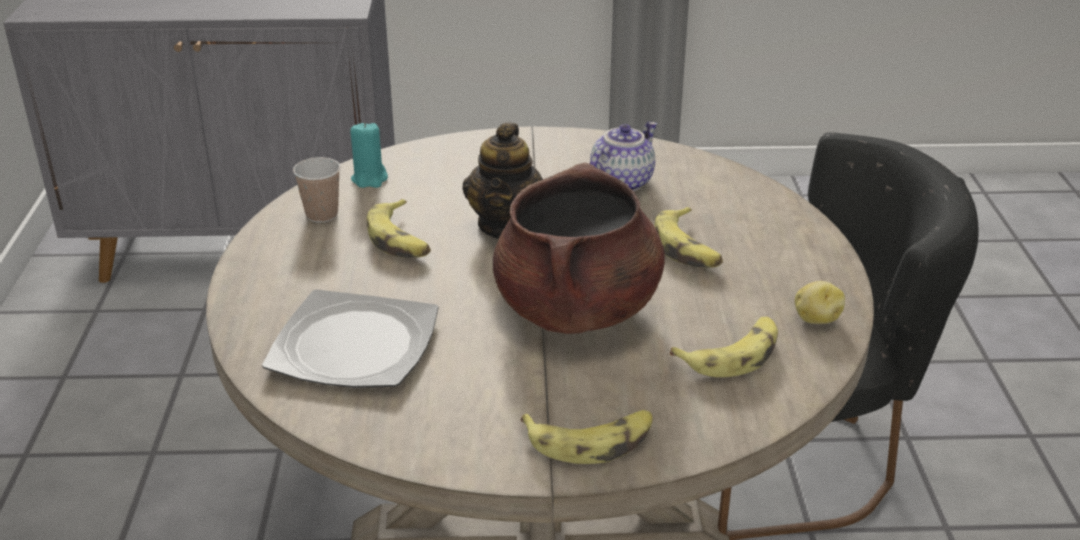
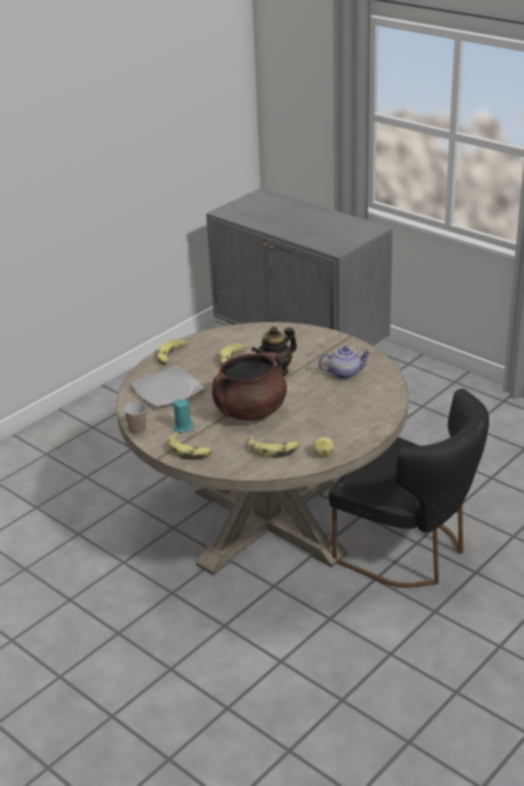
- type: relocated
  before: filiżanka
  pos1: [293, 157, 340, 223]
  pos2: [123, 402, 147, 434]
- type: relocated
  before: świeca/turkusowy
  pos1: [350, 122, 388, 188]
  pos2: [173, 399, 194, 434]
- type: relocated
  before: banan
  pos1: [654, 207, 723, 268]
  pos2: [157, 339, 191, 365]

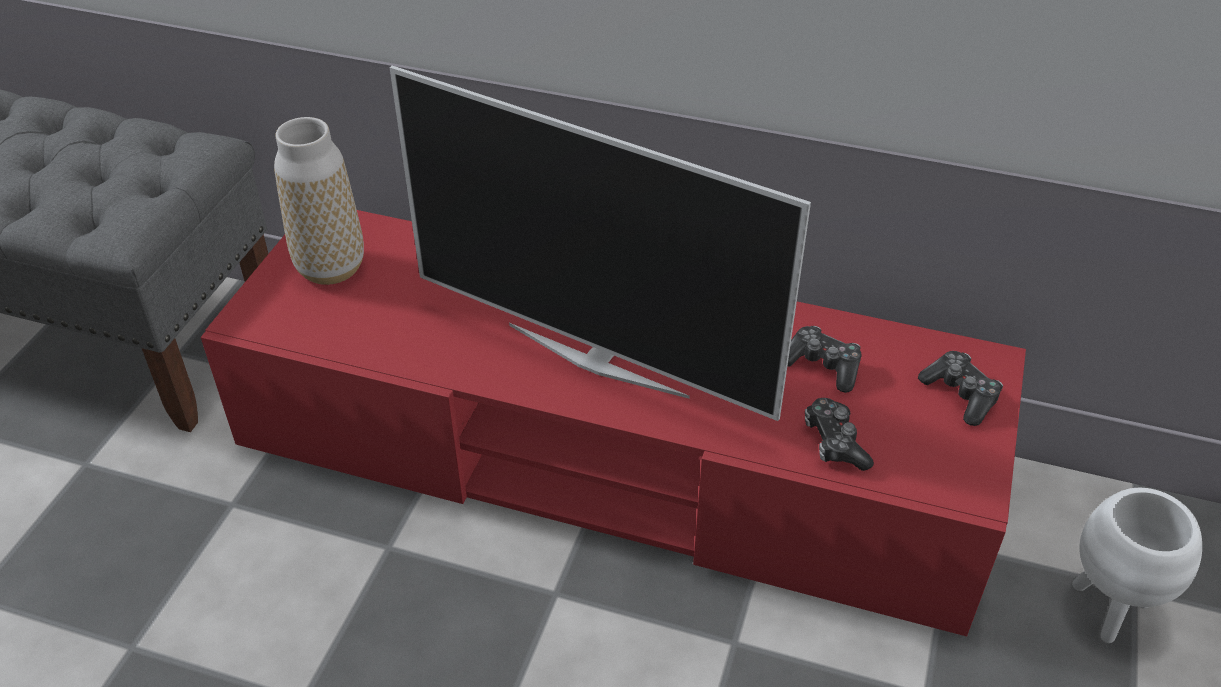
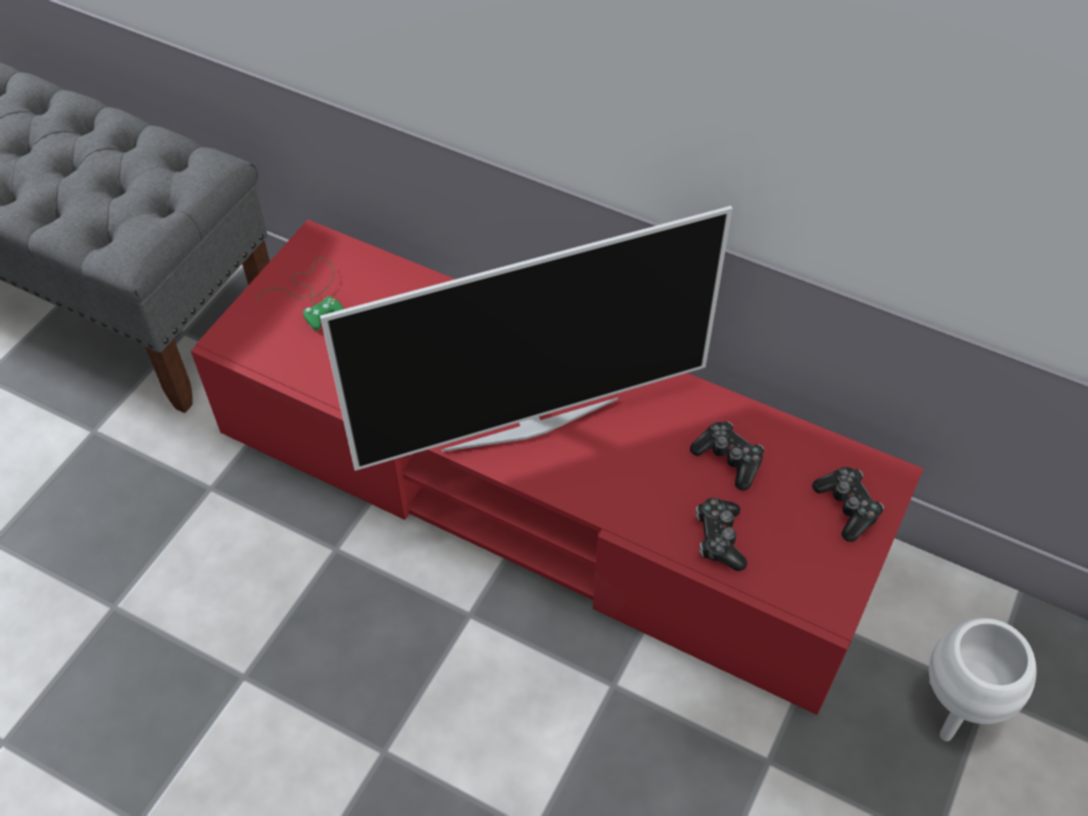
- type: exchanged
  before: wazon
  after: pad do gier/zielony
  pos1: [274, 117, 364, 285]
  pos2: [256, 258, 344, 331]
- type: spun
  before: telewizor
  pos1: [389, 66, 811, 421]
  pos2: [320, 206, 733, 471]
  turn: -60

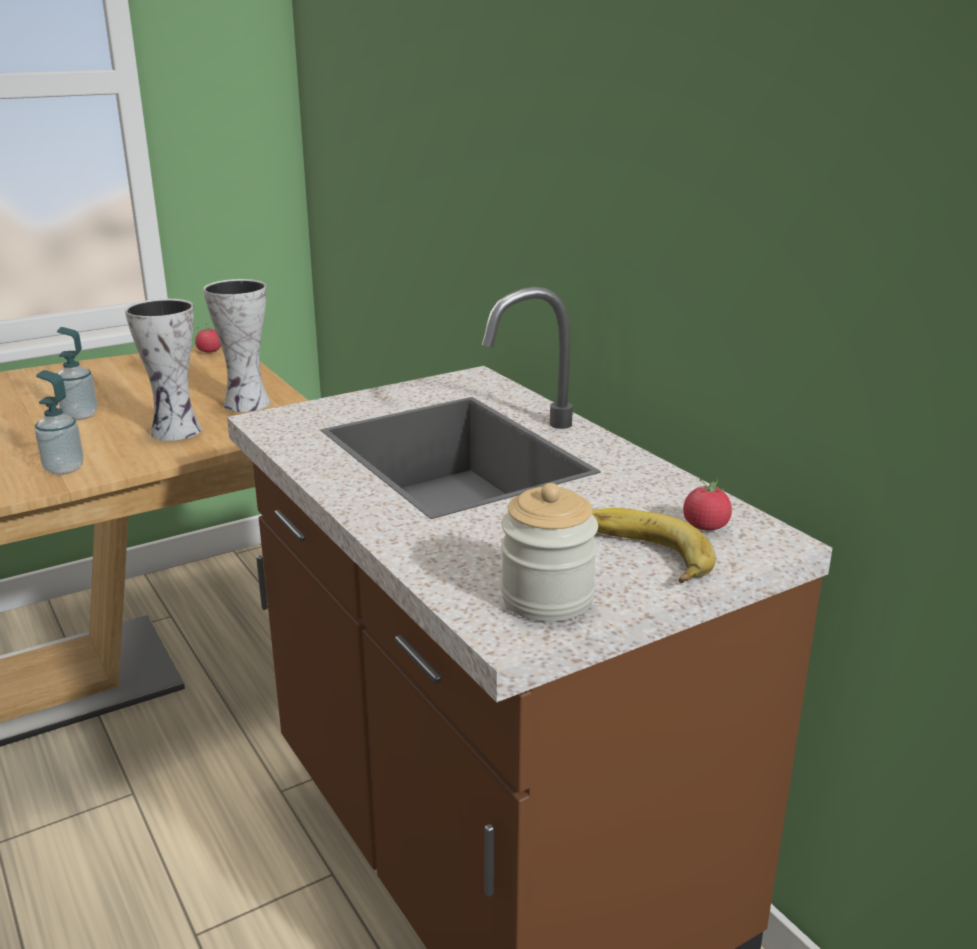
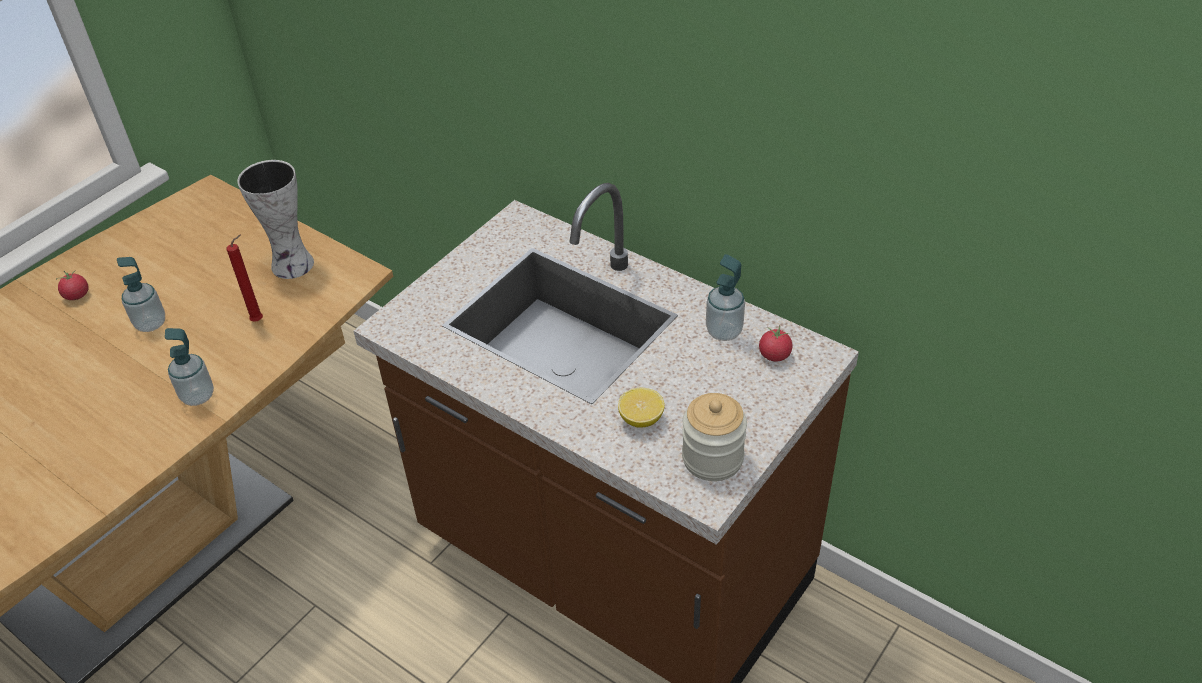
- type: exchanged
  before: wazon
  after: świeca/czerwony
  pos1: [125, 299, 202, 441]
  pos2: [226, 234, 263, 322]
- type: relocated
  before: pomidor
  pos1: [195, 324, 221, 353]
  pos2: [58, 270, 89, 300]
- type: missing
  before: banan
  pos1: [592, 508, 716, 584]
- type: appeared
  after: cytryna
  pos2: [618, 388, 665, 428]
- type: appeared
  after: dozownik mydła
  pos2: [706, 254, 745, 341]

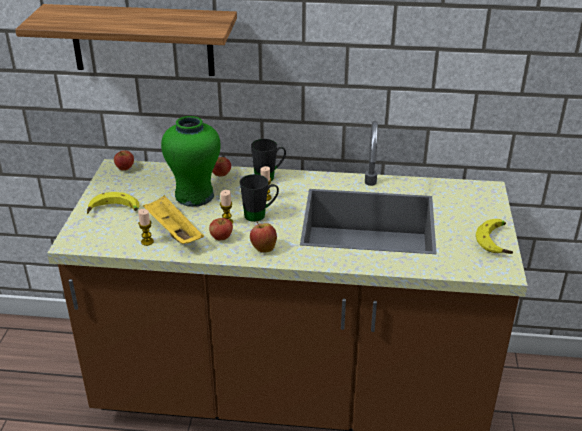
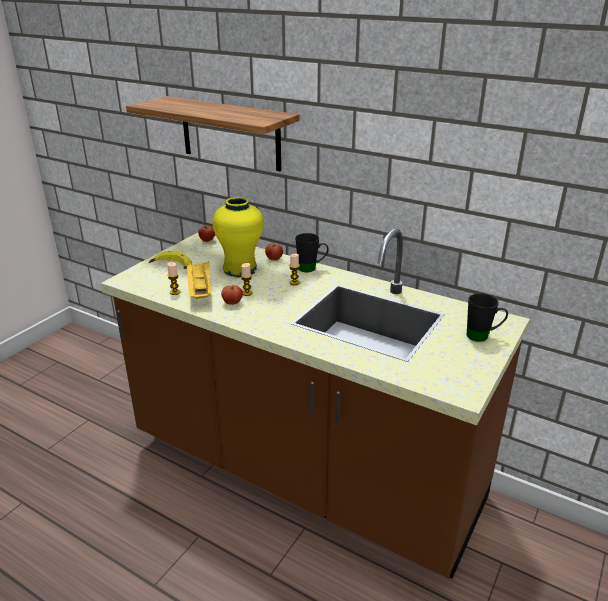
- type: colour
  before: wazon/zielony
  after: wazon/żółty
  pos1: [161, 116, 220, 207]
  pos2: [212, 197, 264, 277]
- type: relocated
  before: kubek/czarny
  pos1: [240, 174, 279, 222]
  pos2: [467, 294, 508, 342]
- type: missing
  before: jabłko
  pos1: [250, 221, 277, 253]
- type: missing
  before: banan
  pos1: [476, 219, 513, 254]

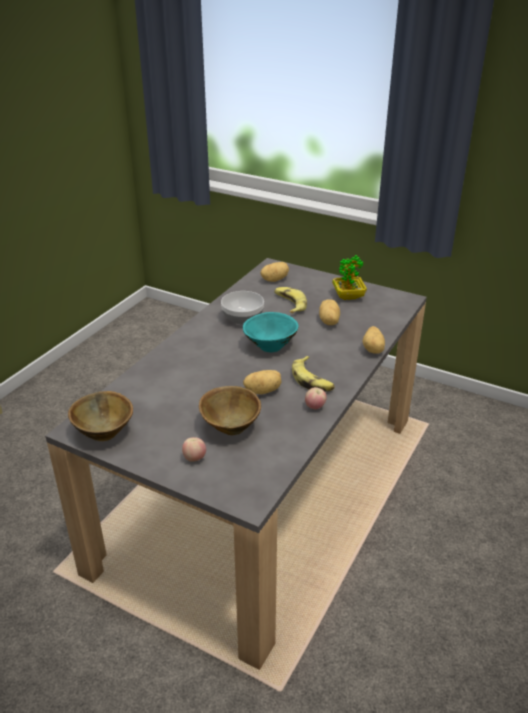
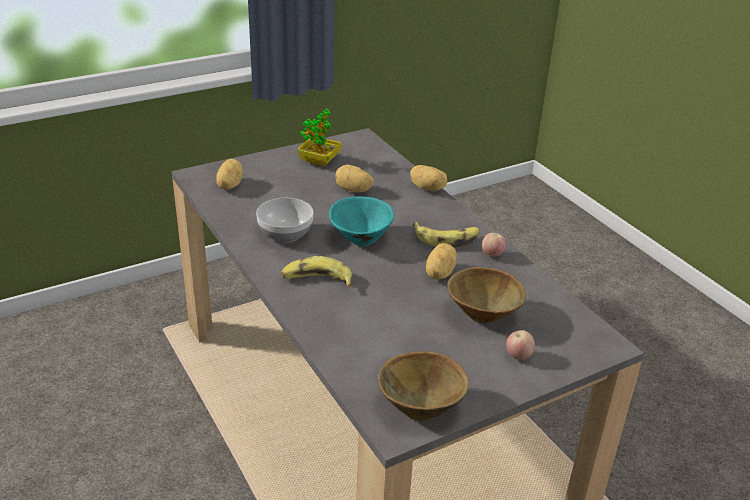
- type: relocated
  before: banan
  pos1: [274, 287, 307, 313]
  pos2: [281, 256, 352, 287]

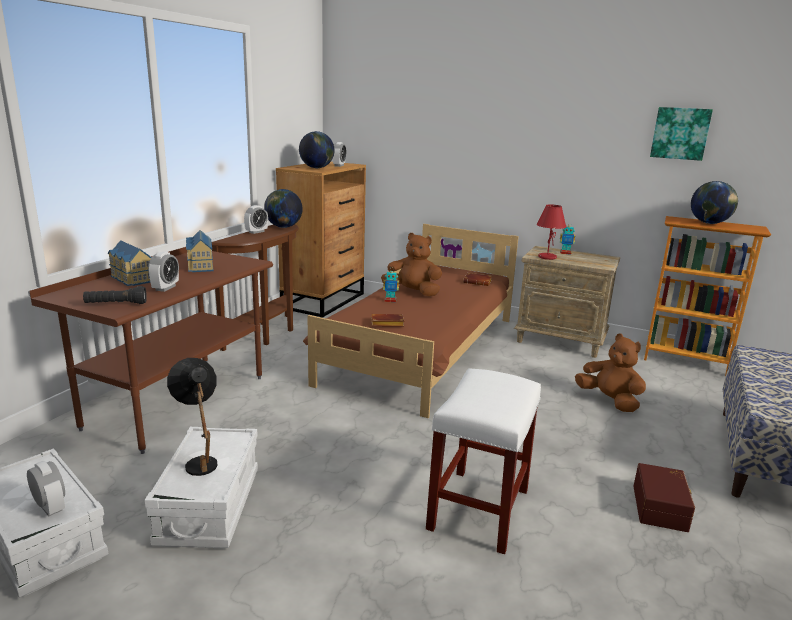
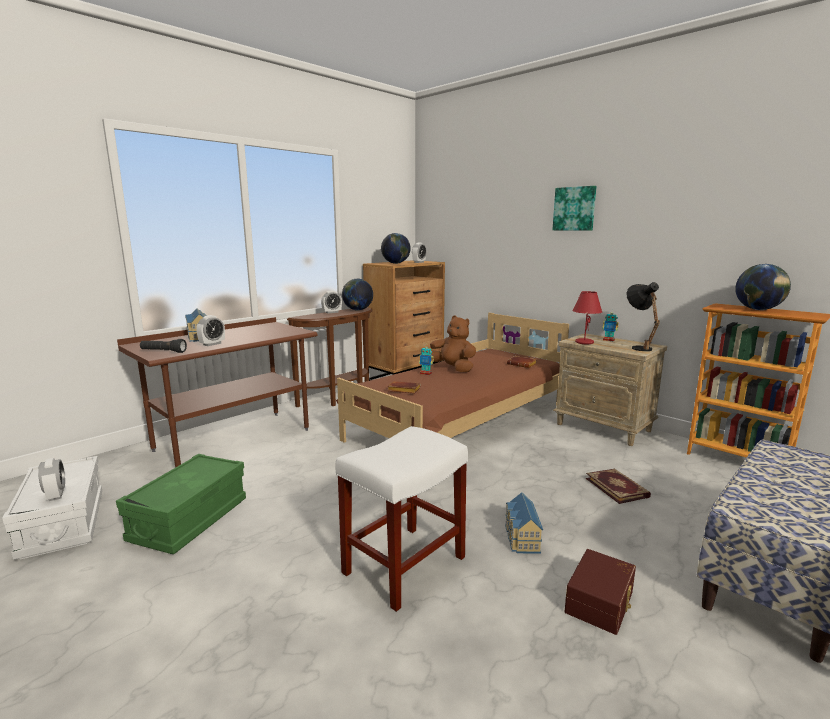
- type: colour
  before: pojemnik do przechowywania/biały
  after: pojemnik do przechowywania/zielony
  pos1: [145, 427, 258, 548]
  pos2: [116, 454, 246, 554]
- type: relocated
  before: lampa stołowa/czarny
  pos1: [167, 358, 218, 476]
  pos2: [627, 282, 660, 351]
- type: relocated
  before: domek
  pos1: [186, 230, 214, 272]
  pos2: [505, 492, 543, 554]
- type: exchanged
  before: pluszak/brązowy
  after: książka
  pos1: [575, 334, 646, 412]
  pos2: [586, 469, 651, 504]
- type: relocated
  before: obraz
  pos1: [650, 107, 713, 161]
  pos2: [553, 186, 597, 231]

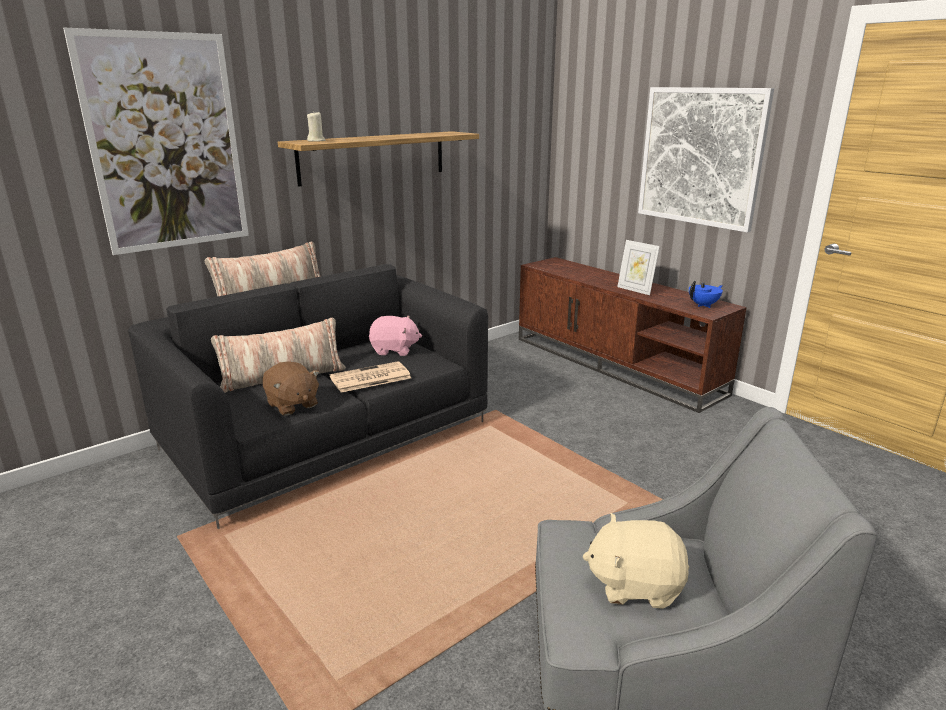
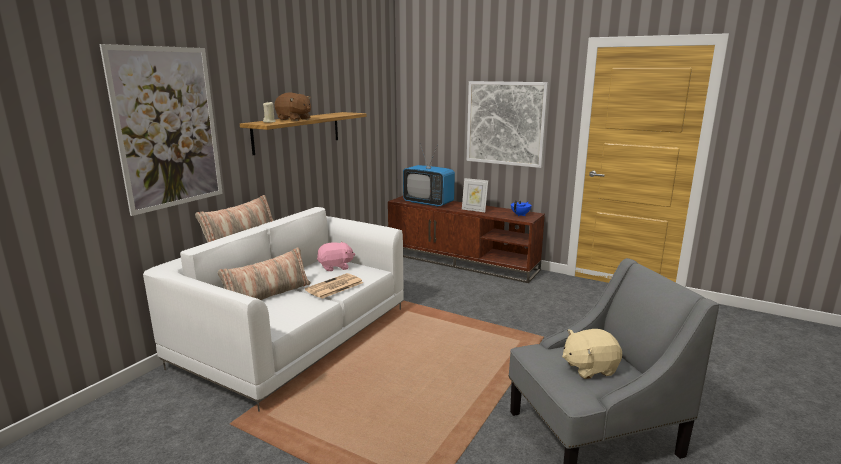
- type: colour
  before: kanapa/czarny
  after: kanapa/biały
  pos1: [128, 264, 488, 529]
  pos2: [143, 207, 404, 412]
- type: relocated
  before: pluszak/brązowy
  pos1: [263, 362, 320, 416]
  pos2: [275, 92, 311, 121]
- type: appeared
  after: telewizor
  pos2: [403, 143, 455, 207]

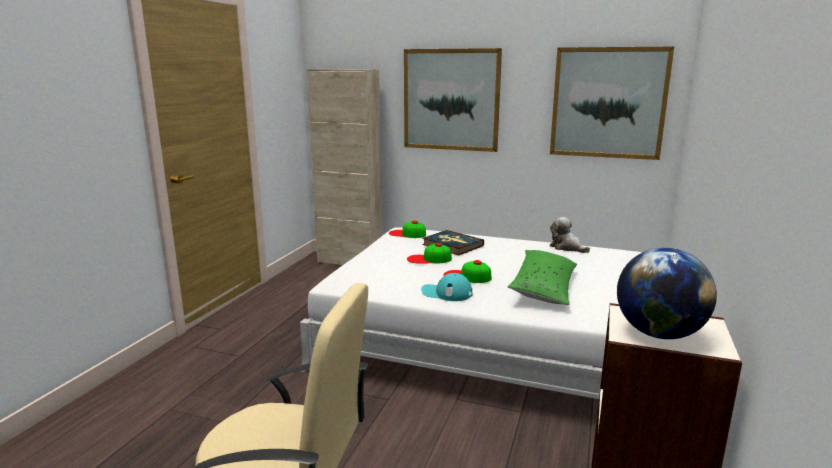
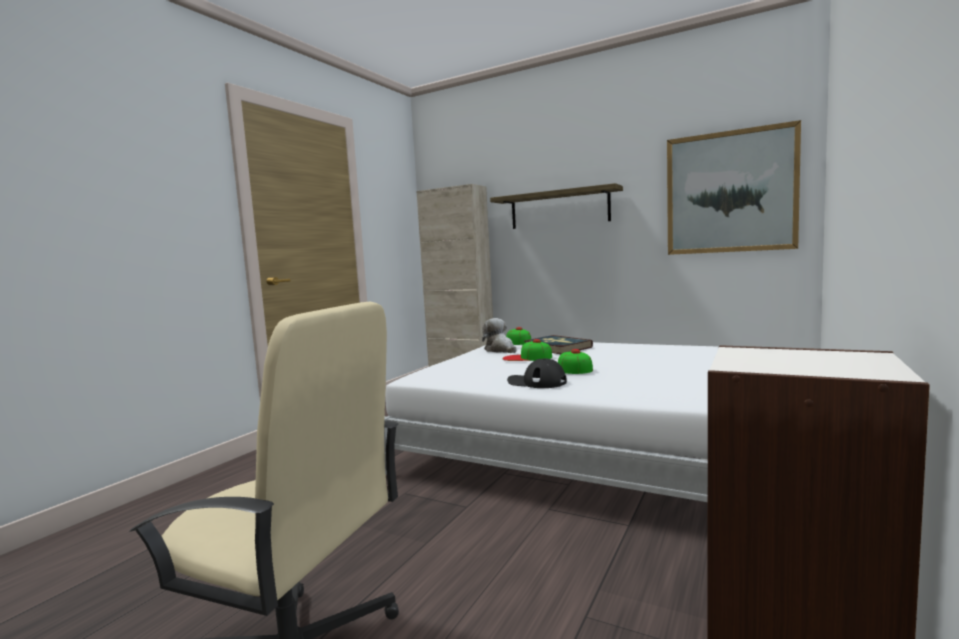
- type: exchanged
  before: obraz
  after: półka
  pos1: [404, 48, 502, 152]
  pos2: [490, 183, 623, 229]
- type: colour
  before: czapka z daszkiem/turkusowy
  after: czapka z daszkiem/czarny
  pos1: [421, 273, 473, 301]
  pos2: [507, 359, 567, 388]
- type: missing
  before: poduszka/zielony
  pos1: [508, 250, 577, 305]
- type: relocated
  before: pluszak
  pos1: [549, 217, 590, 253]
  pos2: [482, 318, 516, 353]
- type: missing
  before: globus
  pos1: [617, 248, 717, 339]

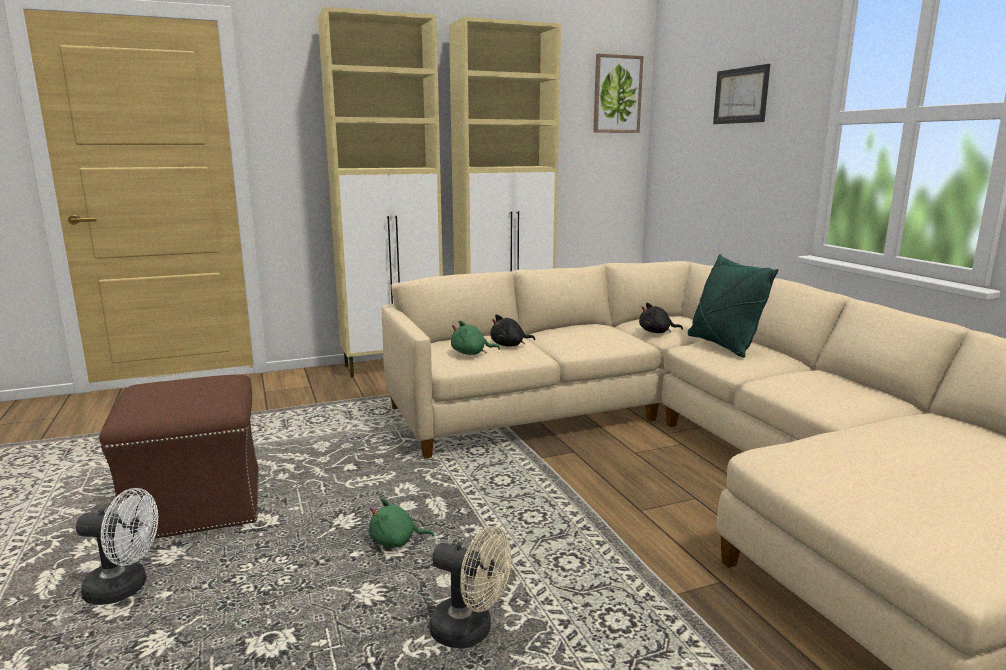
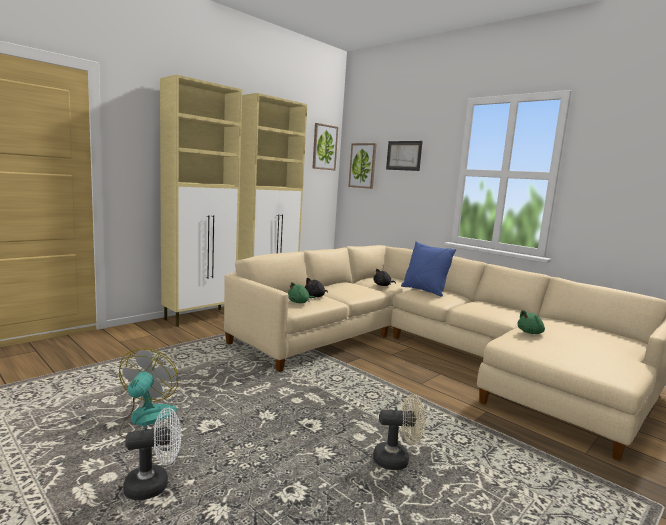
- type: exchanged
  before: pufa/brązowy
  after: wentylator
  pos1: [99, 374, 259, 542]
  pos2: [119, 348, 178, 438]
- type: relocated
  before: pluszak/zielony
  pos1: [369, 498, 434, 548]
  pos2: [518, 310, 545, 334]
- type: colour
  before: poduszka/zielony
  after: poduszka/niebieski
  pos1: [688, 254, 779, 358]
  pos2: [401, 241, 456, 297]
- type: appeared
  after: obraz
  pos2: [348, 143, 377, 189]

